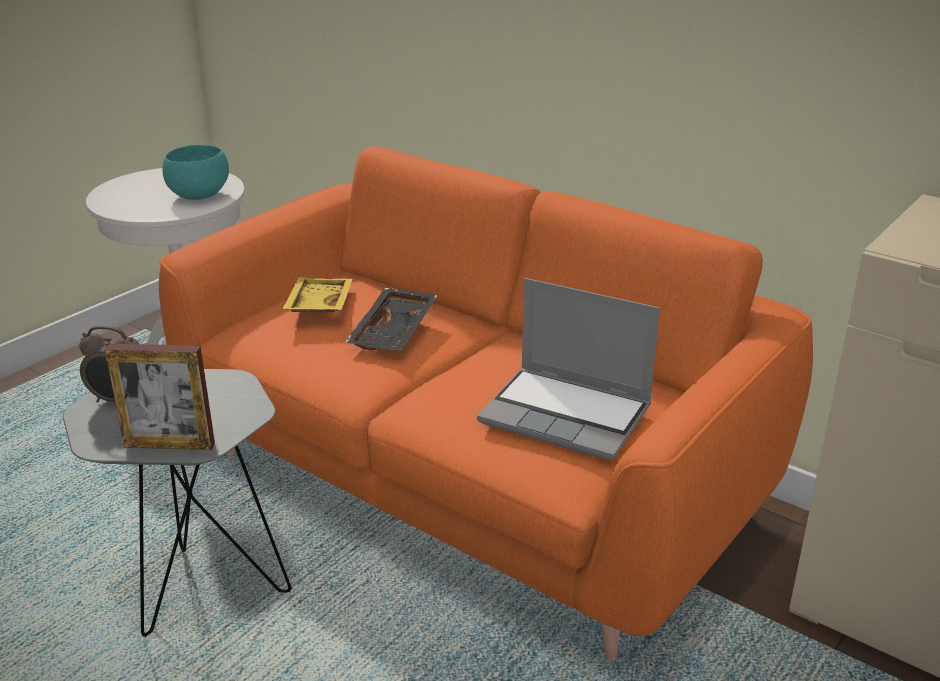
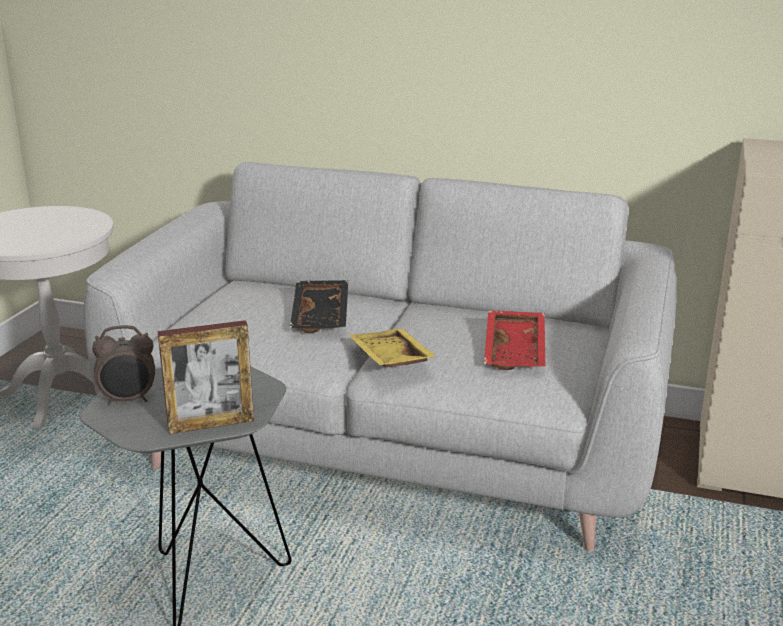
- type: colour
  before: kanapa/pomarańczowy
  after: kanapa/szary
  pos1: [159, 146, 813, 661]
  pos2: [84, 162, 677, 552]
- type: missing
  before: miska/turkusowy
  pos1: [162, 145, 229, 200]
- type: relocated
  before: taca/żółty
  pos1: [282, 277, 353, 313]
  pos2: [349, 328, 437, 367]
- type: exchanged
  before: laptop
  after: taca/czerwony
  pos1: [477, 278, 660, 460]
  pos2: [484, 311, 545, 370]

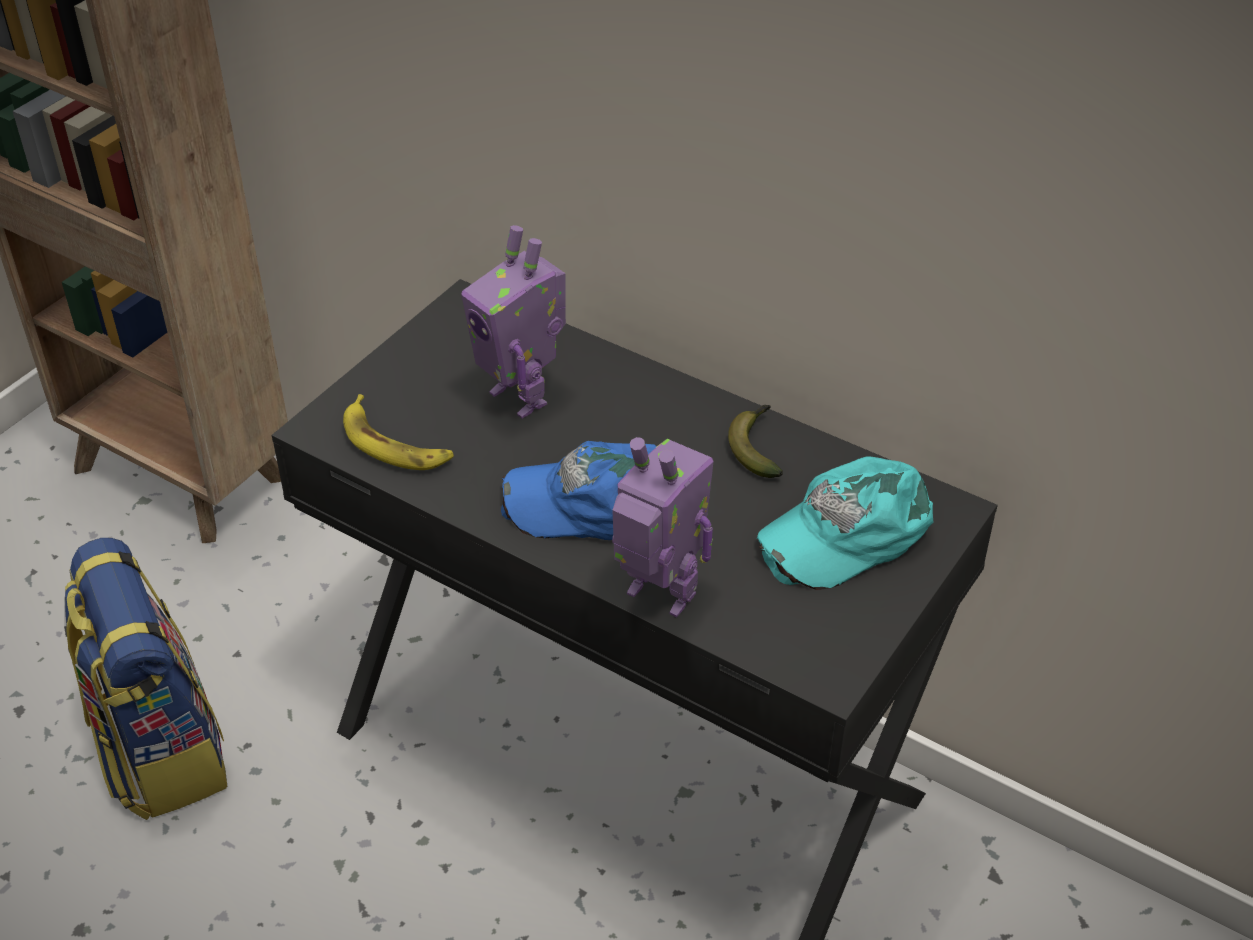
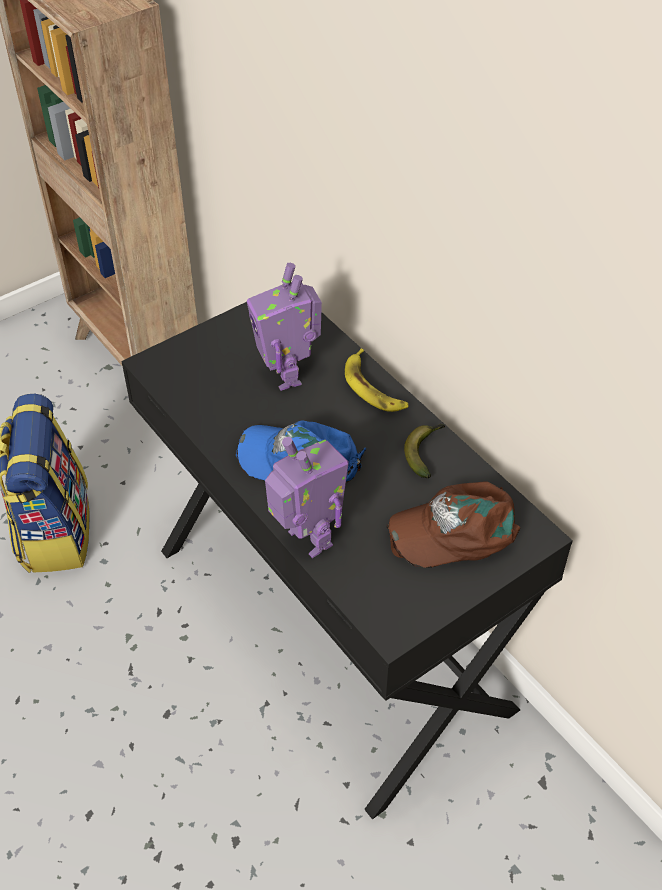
- type: relocated
  before: banan
  pos1: [343, 394, 454, 470]
  pos2: [345, 348, 409, 412]
- type: colour
  before: czapka z daszkiem/turkusowy
  after: czapka z daszkiem/brązowy
  pos1: [757, 456, 933, 590]
  pos2: [387, 481, 520, 568]

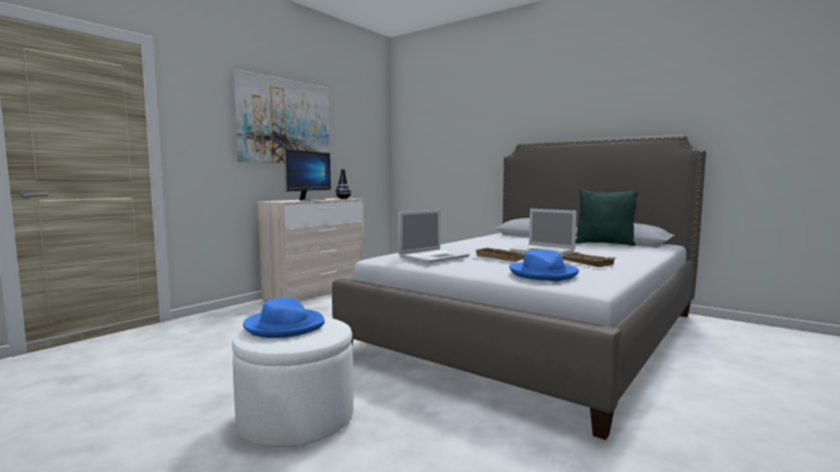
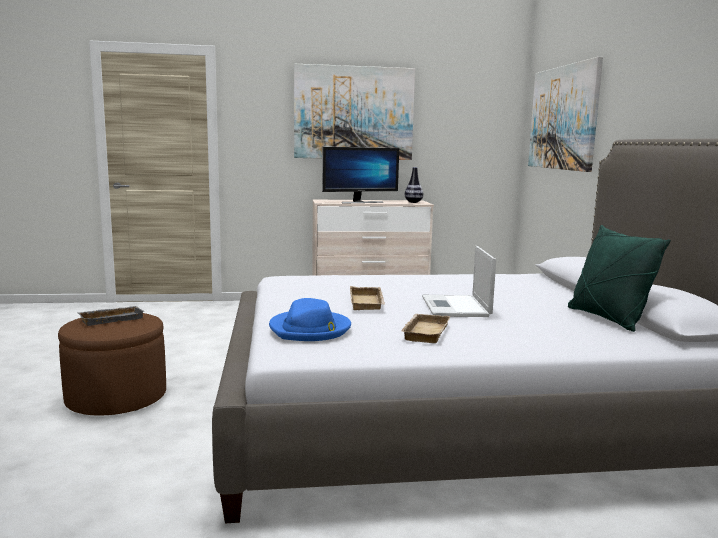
- type: colour
  before: pufa/biały
  after: pufa/brązowy
  pos1: [232, 317, 354, 447]
  pos2: [58, 313, 166, 416]
- type: exchanged
  before: kapelusz/niebieski
  after: taca/szary
  pos1: [243, 297, 325, 338]
  pos2: [77, 306, 144, 326]
- type: missing
  before: laptop
  pos1: [398, 210, 470, 263]
- type: appeared
  after: obraz
  pos2: [528, 57, 603, 172]

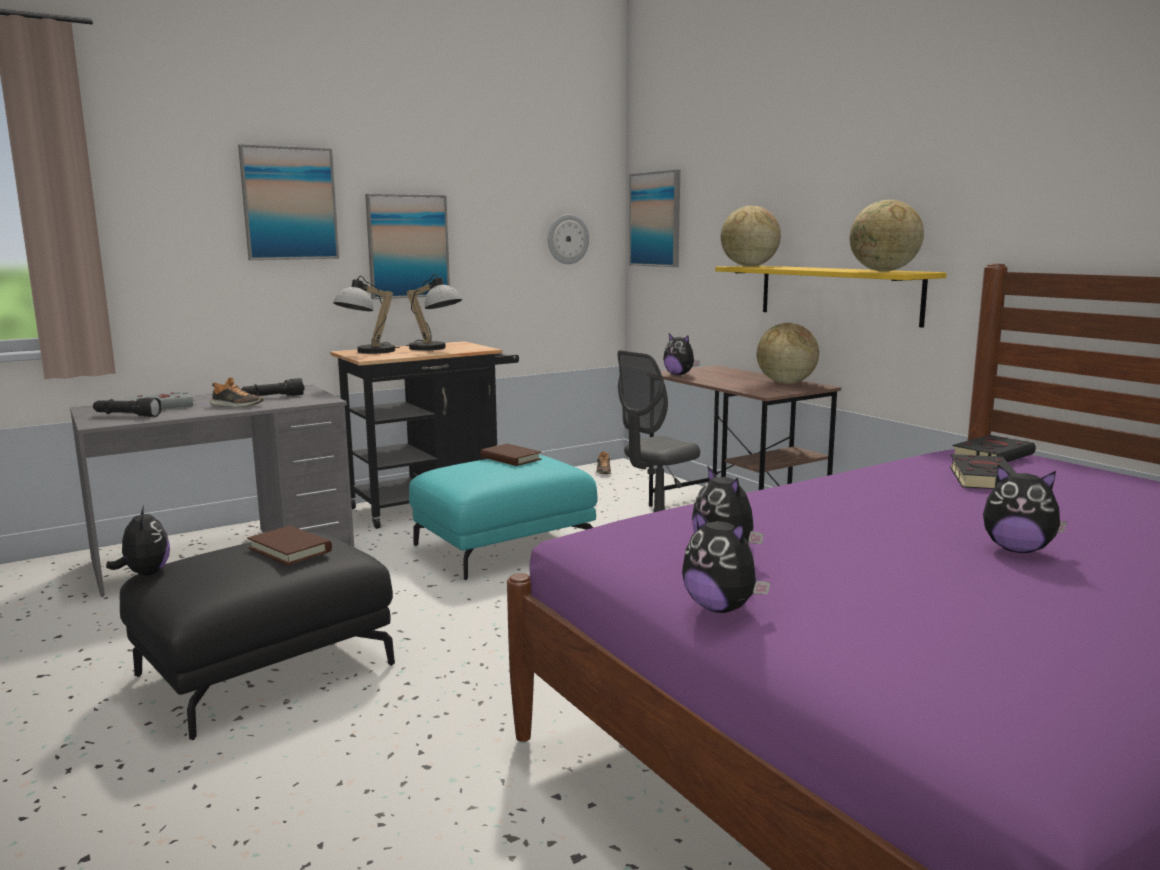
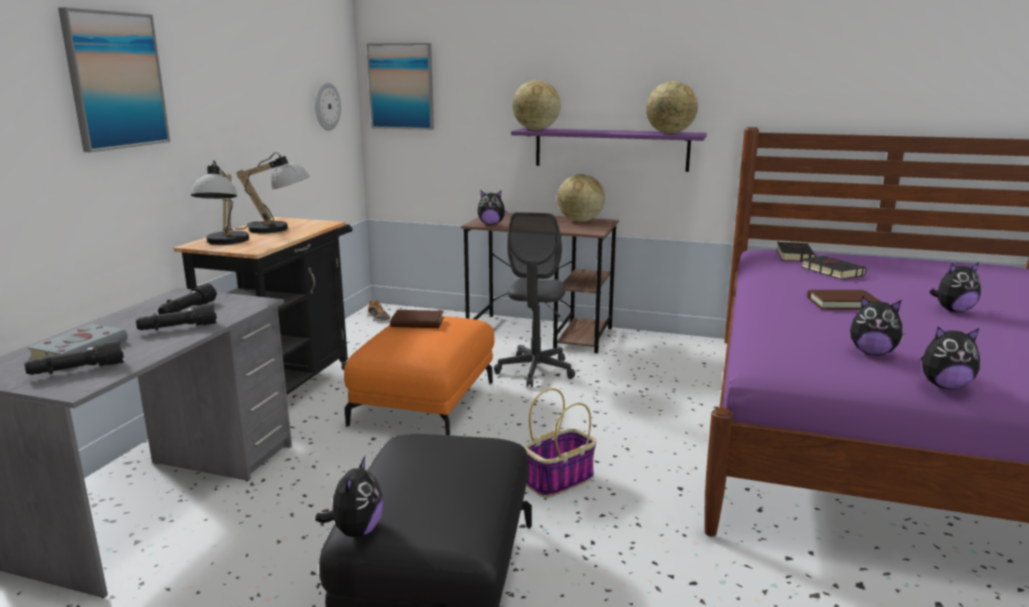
- type: spun
  before: pluszak
  pos1: [106, 505, 170, 575]
  pos2: [315, 456, 384, 537]
  turn: 75
- type: exchanged
  before: but
  after: latarka/czarny
  pos1: [210, 377, 263, 407]
  pos2: [136, 303, 217, 330]
- type: relocated
  before: książka/brązowy
  pos1: [247, 526, 332, 565]
  pos2: [807, 290, 881, 310]
- type: missing
  before: obraz
  pos1: [365, 194, 450, 299]
- type: colour
  before: pufa/turkusowy
  after: pufa/pomarańczowy
  pos1: [409, 455, 598, 581]
  pos2: [344, 316, 495, 435]
- type: colour
  before: półka/żółty
  after: półka/fioletowy
  pos1: [715, 266, 947, 328]
  pos2: [511, 128, 707, 172]
- type: appeared
  after: koszyk
  pos2: [524, 388, 597, 498]

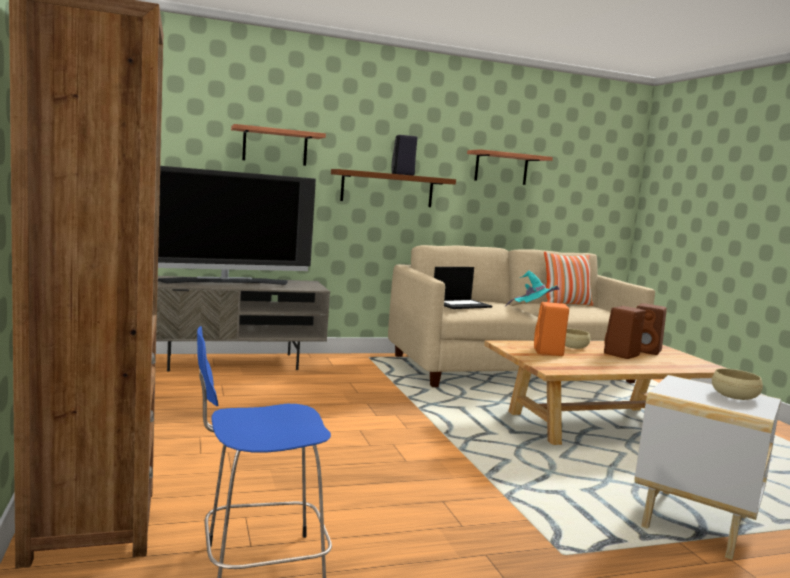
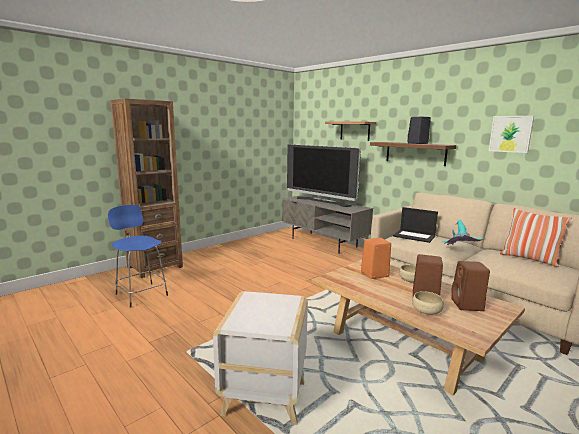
- type: exchanged
  before: półka
  after: obraz
  pos1: [467, 149, 553, 185]
  pos2: [489, 116, 534, 153]
- type: relocated
  before: miska/beżowy
  pos1: [712, 368, 763, 400]
  pos2: [412, 291, 444, 315]

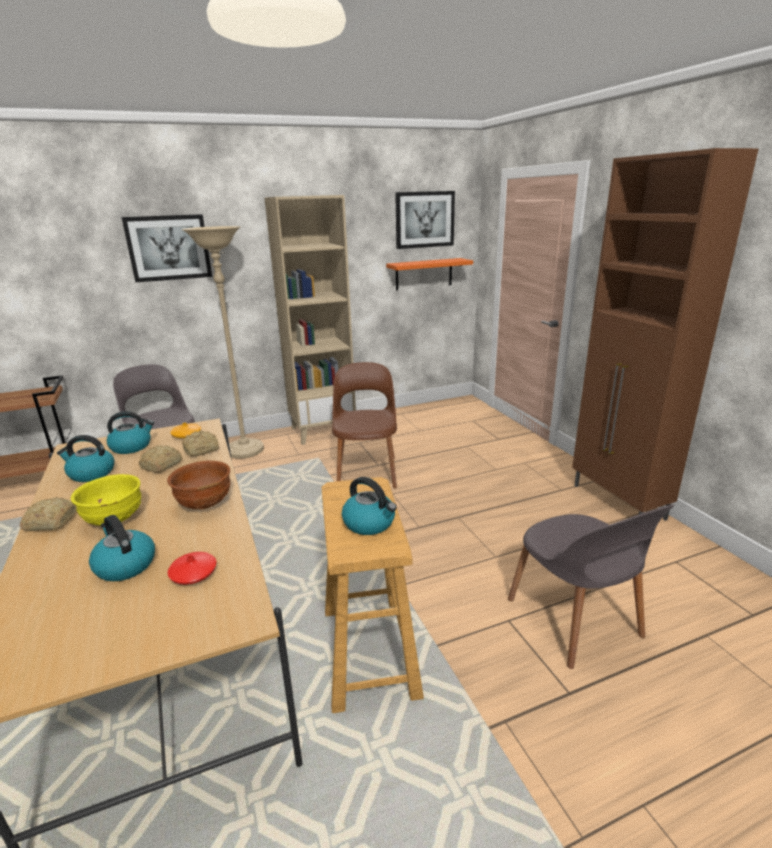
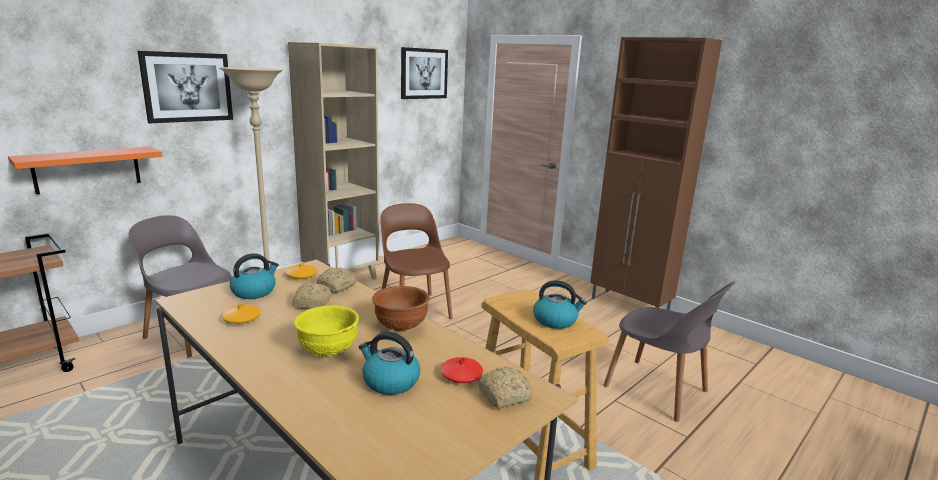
- type: relocated
  before: chleb
  pos1: [20, 497, 76, 531]
  pos2: [479, 367, 533, 408]
- type: exchanged
  before: czajnik
  after: wazon/pomarańczowy
  pos1: [57, 435, 114, 482]
  pos2: [222, 304, 261, 324]
- type: relocated
  before: półka/pomarańczowy
  pos1: [386, 258, 473, 290]
  pos2: [8, 146, 163, 194]

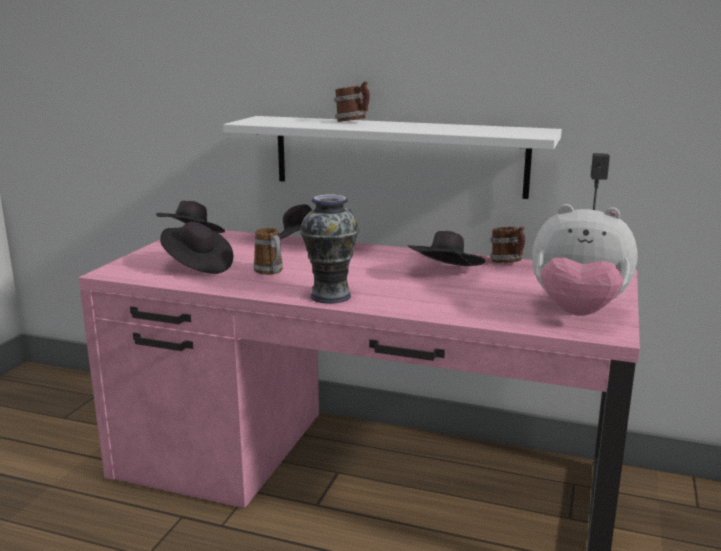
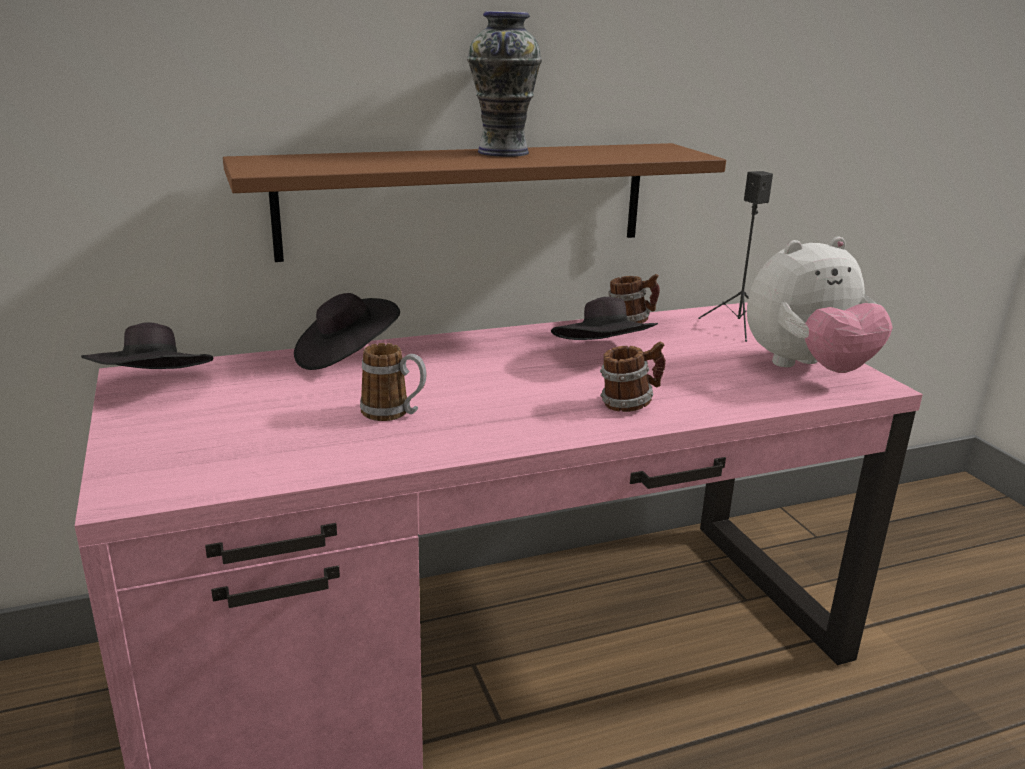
- type: missing
  before: kapelusz/czarny
  pos1: [160, 221, 233, 274]
- type: colour
  before: półka/biały
  after: półka/brązowy
  pos1: [223, 116, 562, 199]
  pos2: [223, 143, 726, 262]
- type: relocated
  before: wazon
  pos1: [300, 194, 359, 304]
  pos2: [467, 11, 542, 157]
- type: relocated
  before: kubek
  pos1: [334, 81, 370, 122]
  pos2: [600, 341, 666, 412]

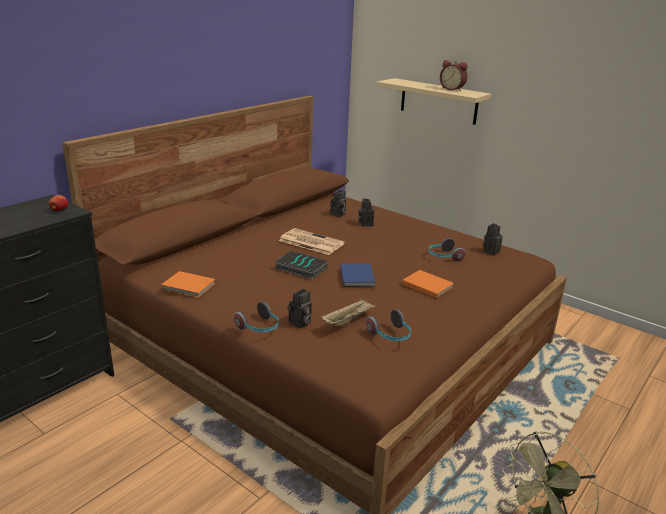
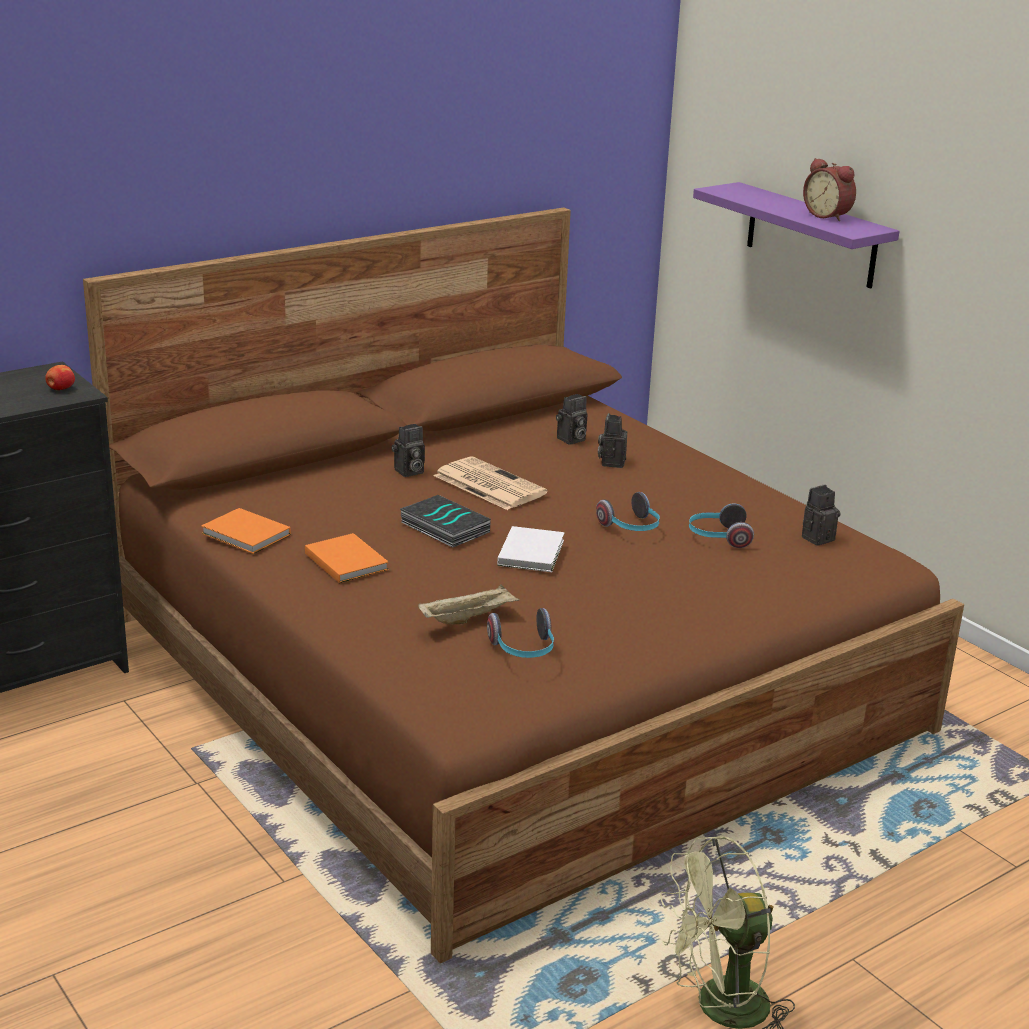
- type: relocated
  before: słuchawki
  pos1: [234, 302, 279, 332]
  pos2: [596, 492, 660, 531]
- type: relocated
  before: aparat fotograficzny
  pos1: [287, 289, 312, 328]
  pos2: [392, 424, 425, 477]
- type: colour
  before: książka/niebieski
  after: książka/biały
  pos1: [340, 264, 376, 287]
  pos2: [497, 526, 564, 572]
- type: colour
  before: półka/beżowy
  after: półka/fioletowy
  pos1: [377, 78, 491, 125]
  pos2: [693, 182, 899, 289]
- type: relocated
  before: książka/pomarańczowy
  pos1: [402, 270, 454, 299]
  pos2: [305, 533, 389, 583]

